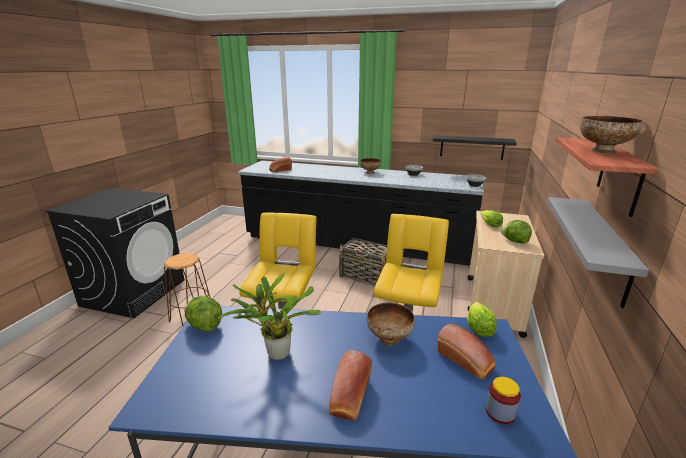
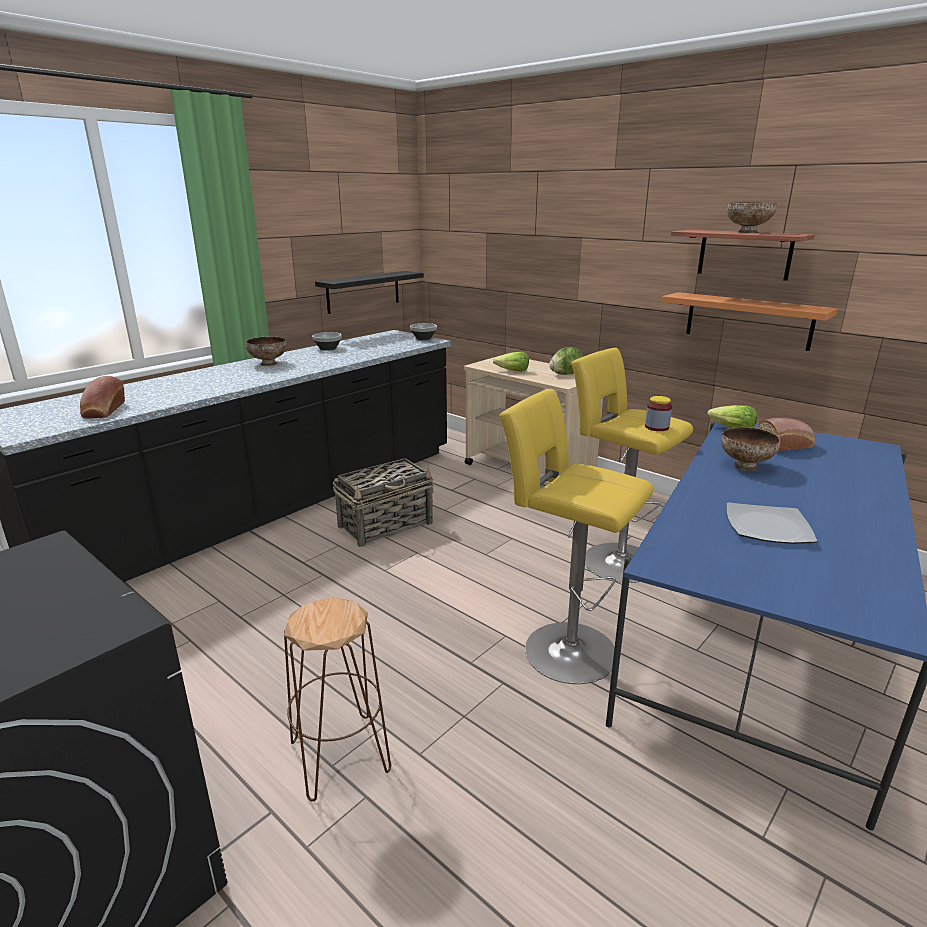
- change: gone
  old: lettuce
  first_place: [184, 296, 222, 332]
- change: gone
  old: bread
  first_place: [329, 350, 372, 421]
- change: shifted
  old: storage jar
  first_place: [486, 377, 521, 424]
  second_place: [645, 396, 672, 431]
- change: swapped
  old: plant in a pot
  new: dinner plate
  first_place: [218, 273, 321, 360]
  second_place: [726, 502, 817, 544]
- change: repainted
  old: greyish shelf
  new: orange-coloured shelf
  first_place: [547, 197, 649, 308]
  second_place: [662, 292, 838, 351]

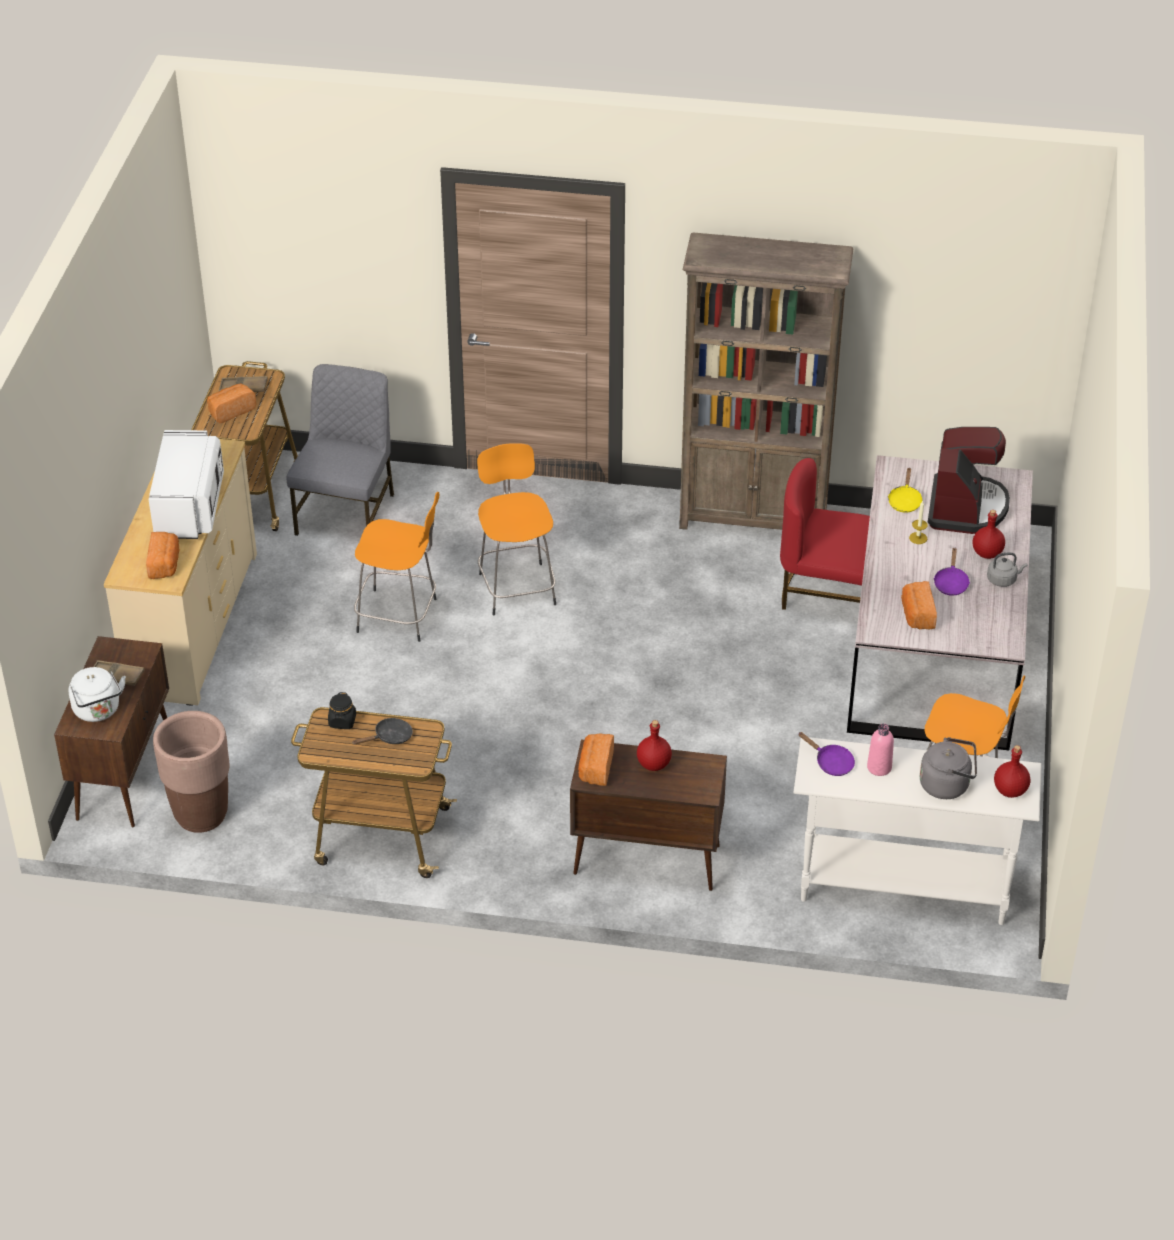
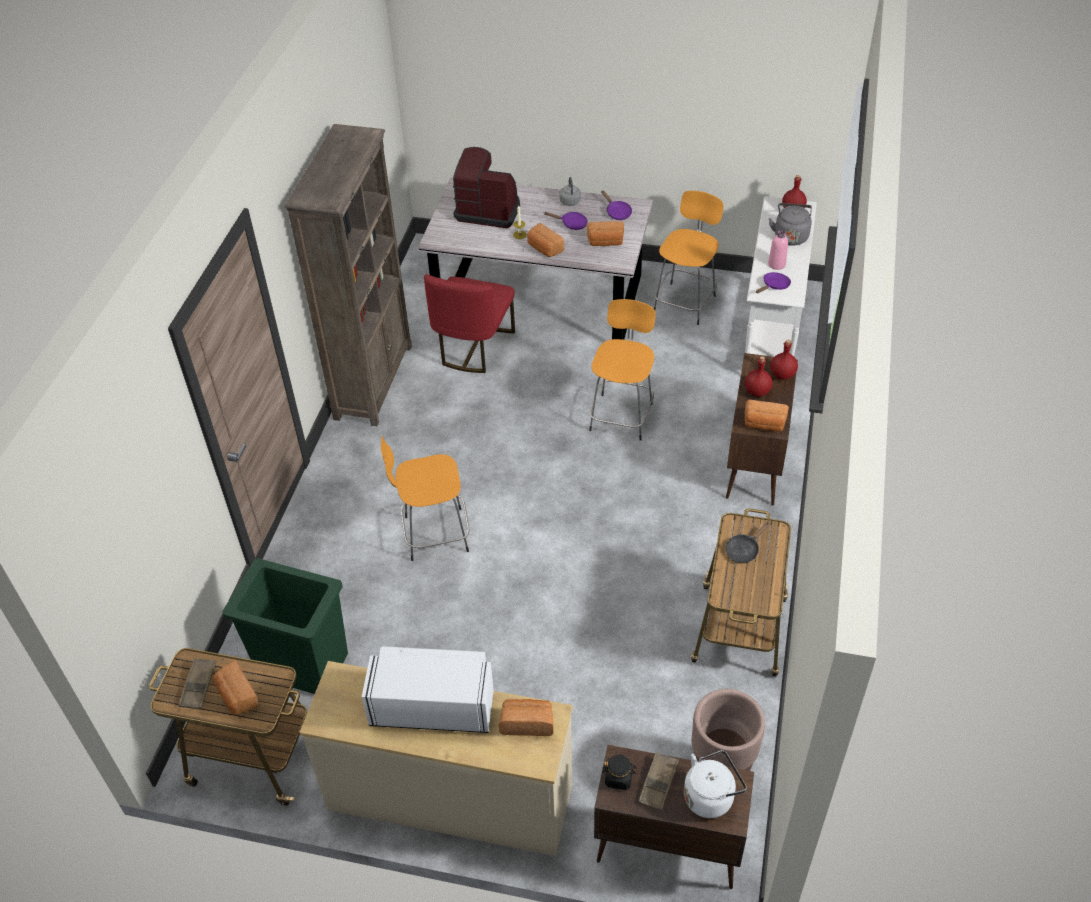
- change: gone
  old: yellowish skillet
  first_place: [888, 467, 923, 513]
- change: new
  new: bread
  second_place: [527, 223, 564, 257]
- change: new
  new: purple-coloured skillet
  second_place: [601, 190, 632, 220]
- change: shifted
  old: black-coloured storage jar
  first_place: [328, 692, 356, 729]
  second_place: [602, 755, 637, 790]
- change: shifted
  old: orange-coloured stool seat
  first_place: [354, 492, 440, 642]
  second_place: [589, 299, 656, 441]
- change: shifted
  old: red beverage bottle
  first_place: [973, 510, 1005, 559]
  second_place: [770, 340, 798, 380]
- change: swapped
  old: greyish plain chair
  new: green-coloured rubbish bin
  first_place: [287, 364, 394, 536]
  second_place: [222, 559, 348, 694]
- change: rotated
  old: black-coloured skillet
  first_place: [353, 718, 413, 745]
  second_place: [725, 522, 770, 563]
  degrees: -105

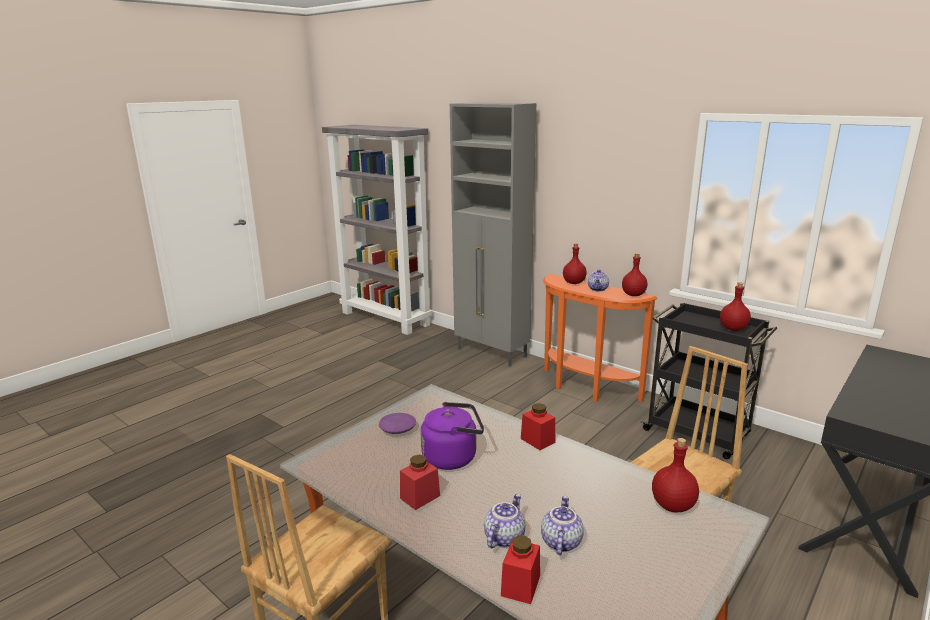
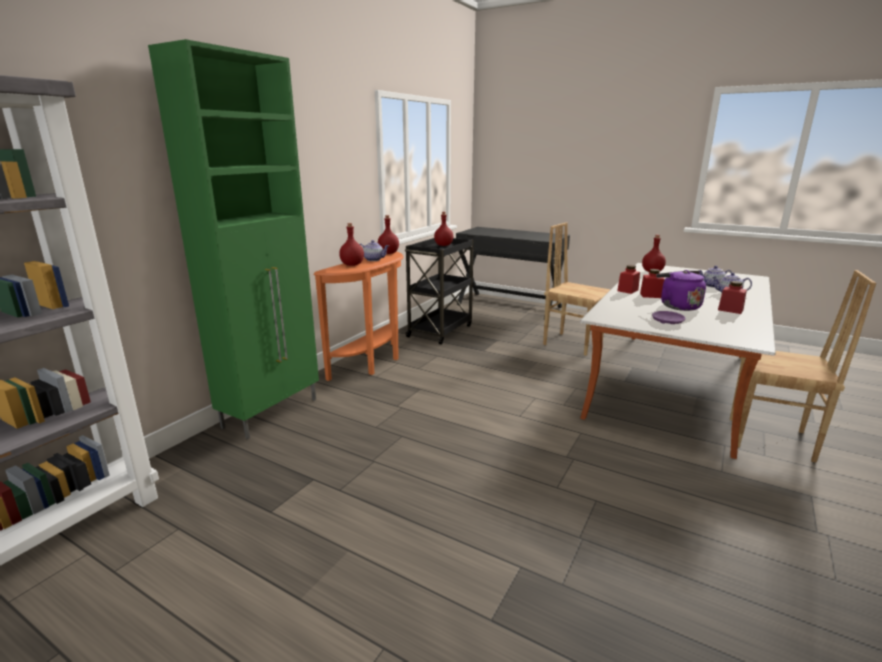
- change: shifted
  old: red storage jar
  first_place: [501, 536, 540, 604]
  second_place: [640, 269, 665, 298]
- change: repainted
  old: greyish storage cabinet
  new: green-coloured storage cabinet
  first_place: [450, 103, 536, 366]
  second_place: [148, 39, 319, 439]

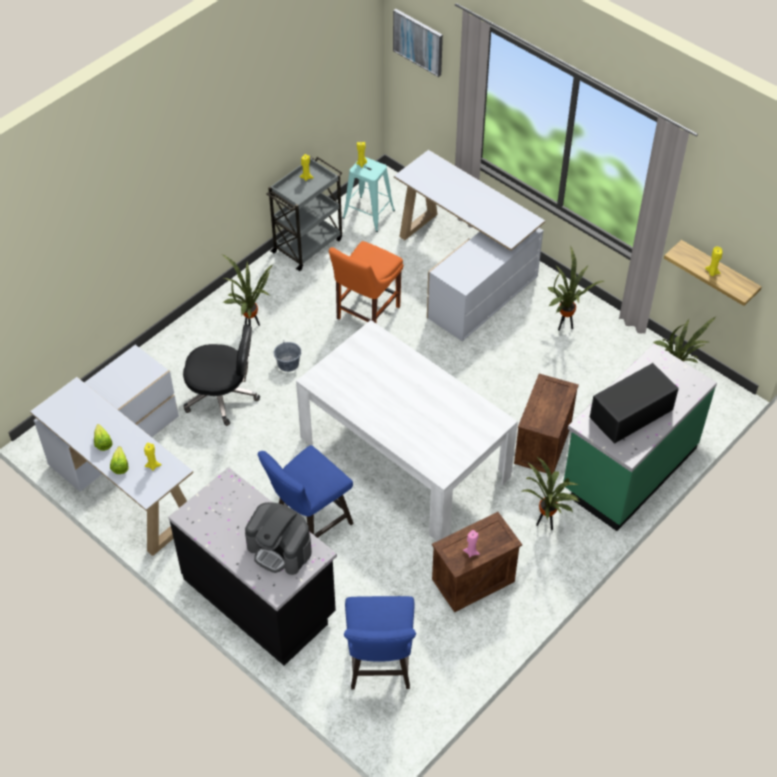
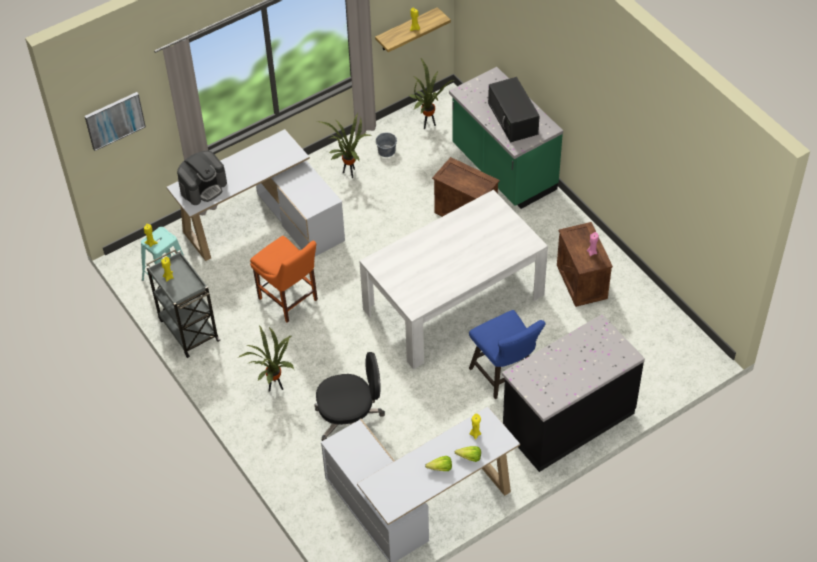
- change: gone
  old: bluish stool seat
  first_place: [344, 596, 416, 690]
- change: gone
  old: plant in a pot
  first_place: [521, 457, 580, 530]
- change: shifted
  old: coffee brewer
  first_place: [245, 502, 312, 575]
  second_place: [177, 151, 227, 205]
- change: shifted
  old: greyish bucket
  first_place: [274, 339, 301, 372]
  second_place: [376, 132, 397, 157]
- change: rotated
  old: black-coloured office chair
  first_place: [183, 324, 260, 426]
  second_place: [315, 352, 385, 441]
  degrees: 60

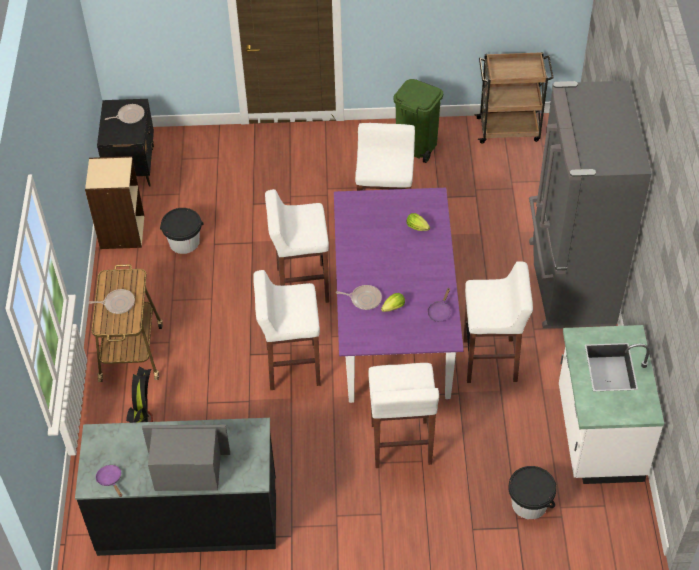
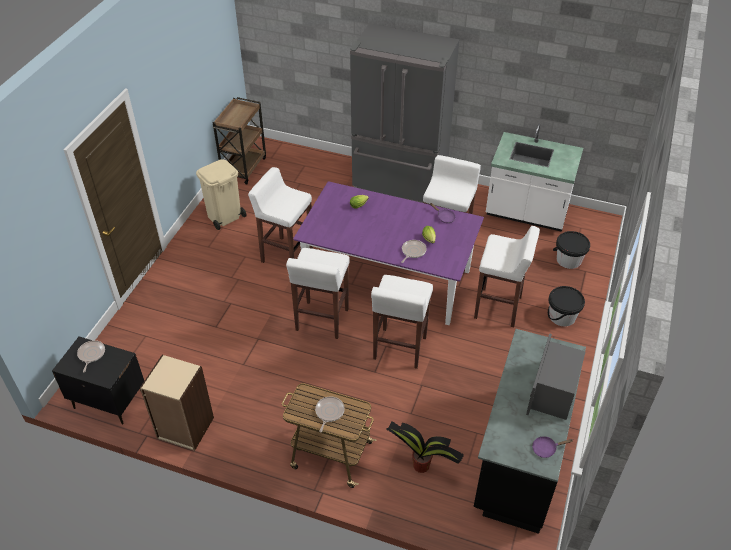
- change: shifted
  old: black-coloured bucket
  first_place: [160, 208, 204, 254]
  second_place: [548, 286, 585, 326]
- change: repainted
  old: green-coloured rubbish bin
  new: beige-coloured rubbish bin
  first_place: [393, 79, 443, 163]
  second_place: [196, 159, 247, 230]

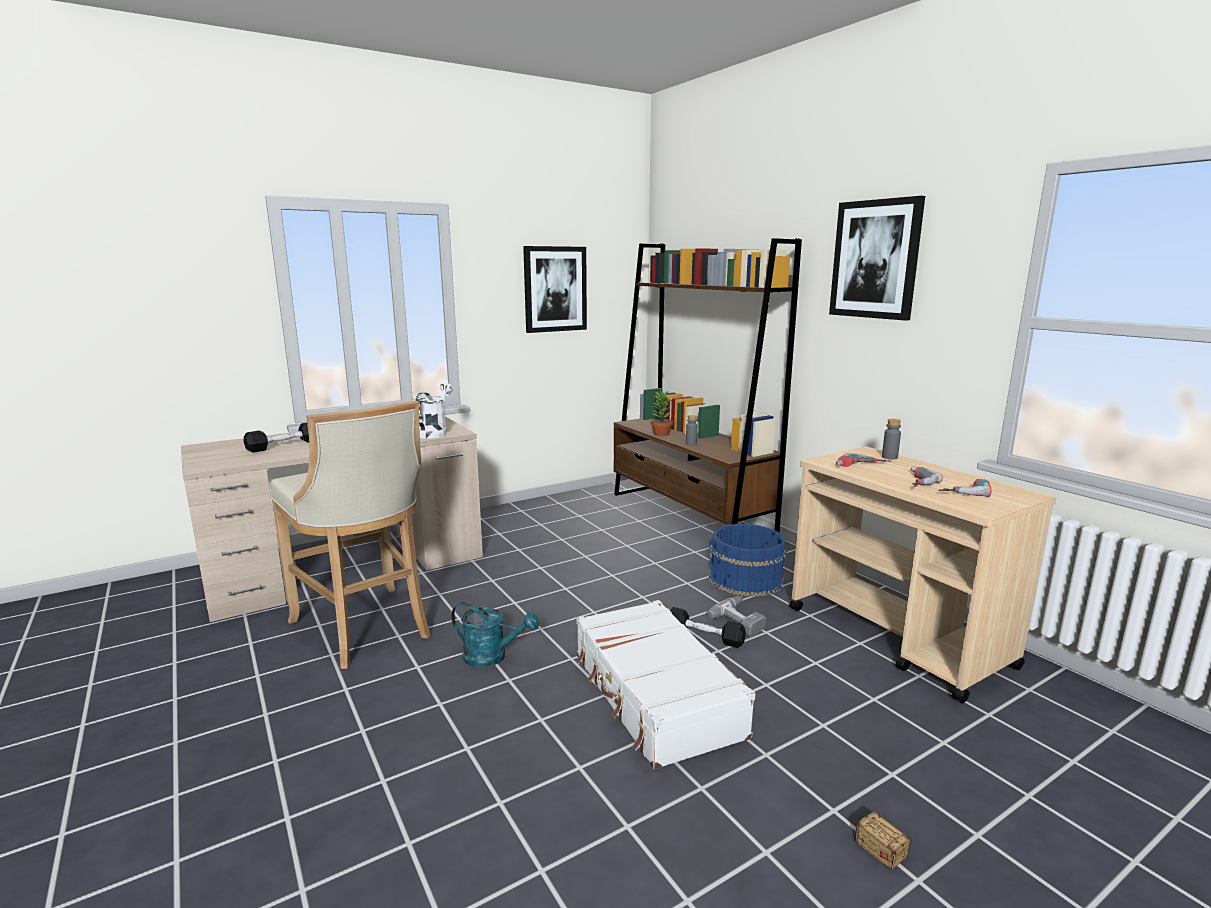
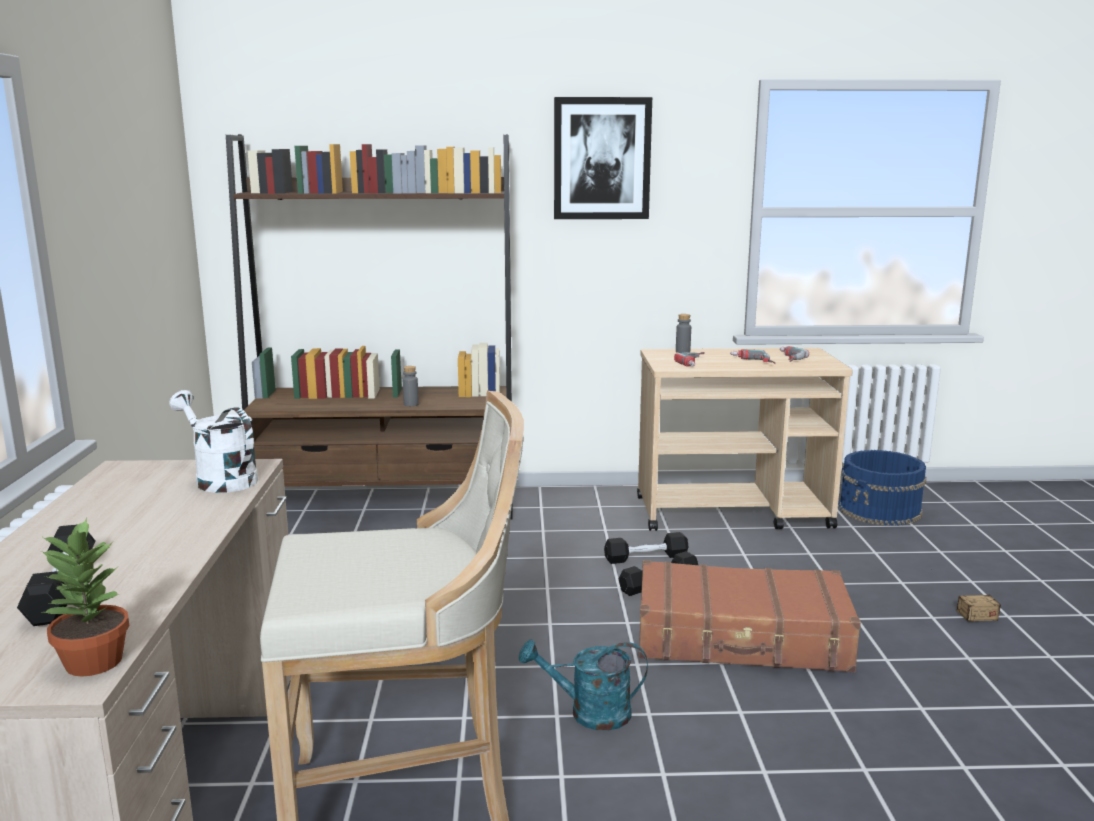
- change: gone
  old: picture
  first_place: [523, 246, 587, 333]
- change: shifted
  old: plant in a pot
  first_place: [651, 391, 673, 436]
  second_place: [41, 517, 130, 677]
- change: shifted
  old: bluish bucket
  first_place: [709, 524, 786, 597]
  second_place: [838, 450, 927, 526]
- change: swapped
  old: drill
  new: black-coloured hand weight
  first_place: [707, 596, 766, 637]
  second_place: [604, 532, 689, 564]
- change: repainted
  old: whitish travel case
  new: brown travel case
  first_place: [576, 600, 755, 770]
  second_place: [639, 560, 861, 672]
- change: rotated
  old: turquoise-coloured watering can
  first_place: [451, 602, 539, 668]
  second_place: [519, 639, 648, 731]
  degrees: -135

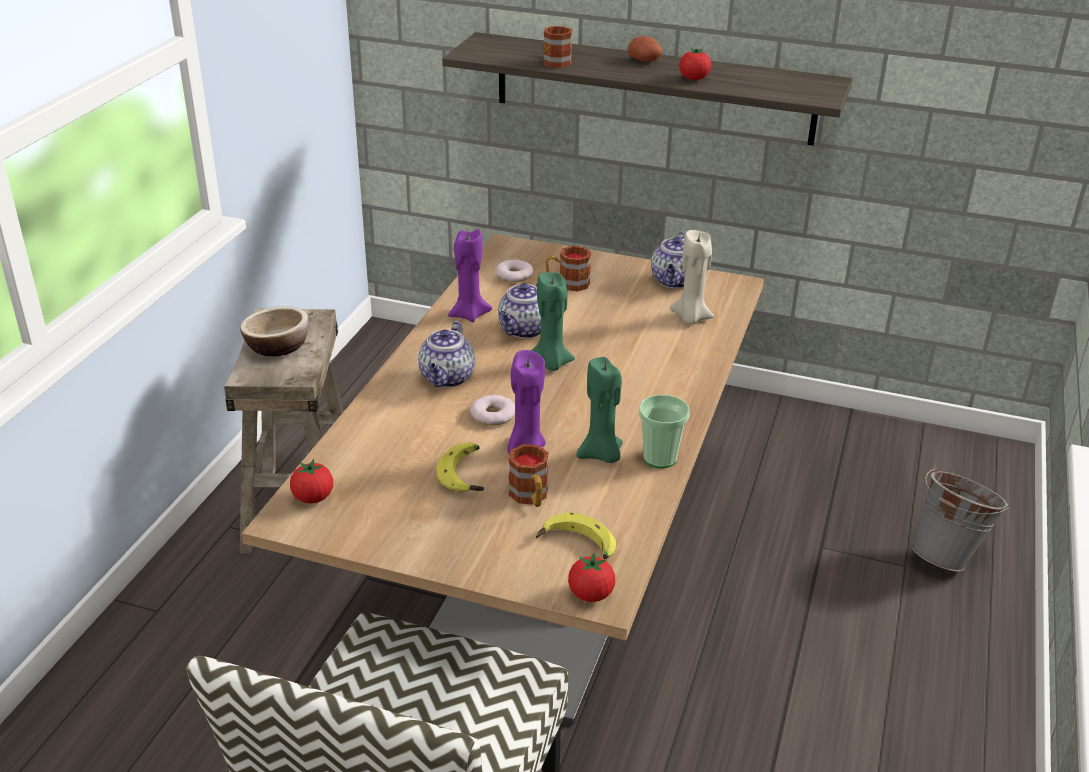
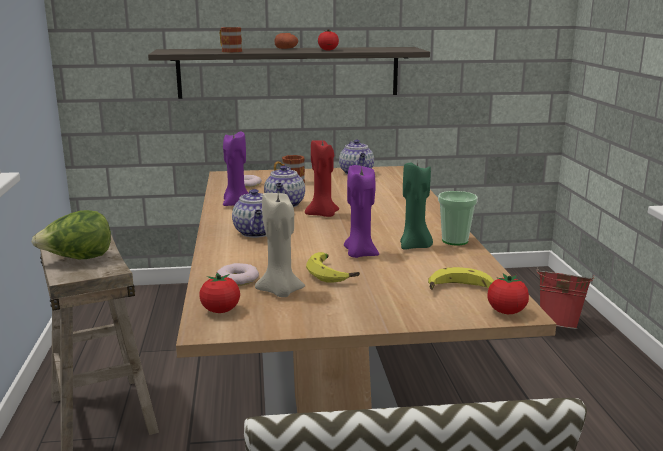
- change: gone
  old: tea mug
  first_place: [509, 444, 549, 507]
- change: shifted
  old: doughnut
  first_place: [470, 395, 515, 425]
  second_place: [216, 263, 259, 286]
- change: shifted
  old: beige-coloured wax candle
  first_place: [670, 230, 714, 324]
  second_place: [255, 193, 305, 297]
- change: swapped
  old: deep dish
  new: lettuce
  first_place: [240, 306, 309, 356]
  second_place: [32, 210, 111, 259]
- change: repainted
  old: green-coloured wax candle
  new: red wax candle
  first_place: [531, 272, 575, 371]
  second_place: [305, 140, 339, 217]
- change: repainted
  old: greyish bucket
  new: red bucket
  first_place: [912, 466, 1010, 572]
  second_place: [536, 267, 594, 329]

